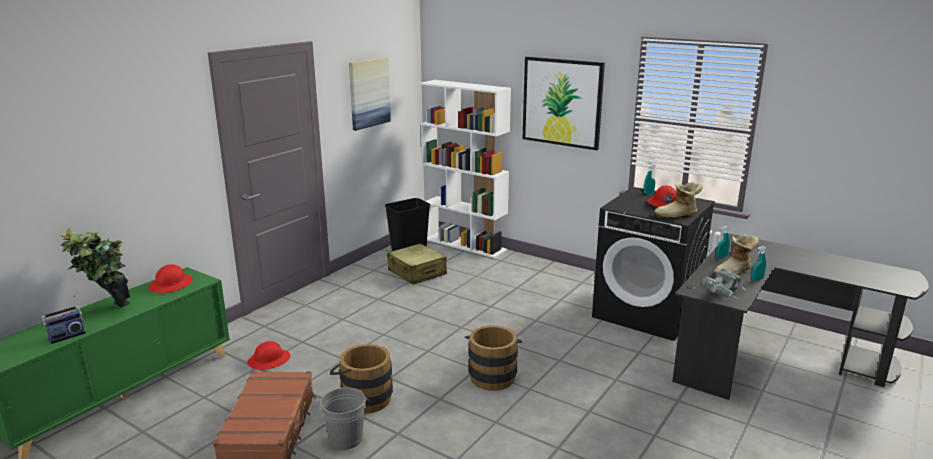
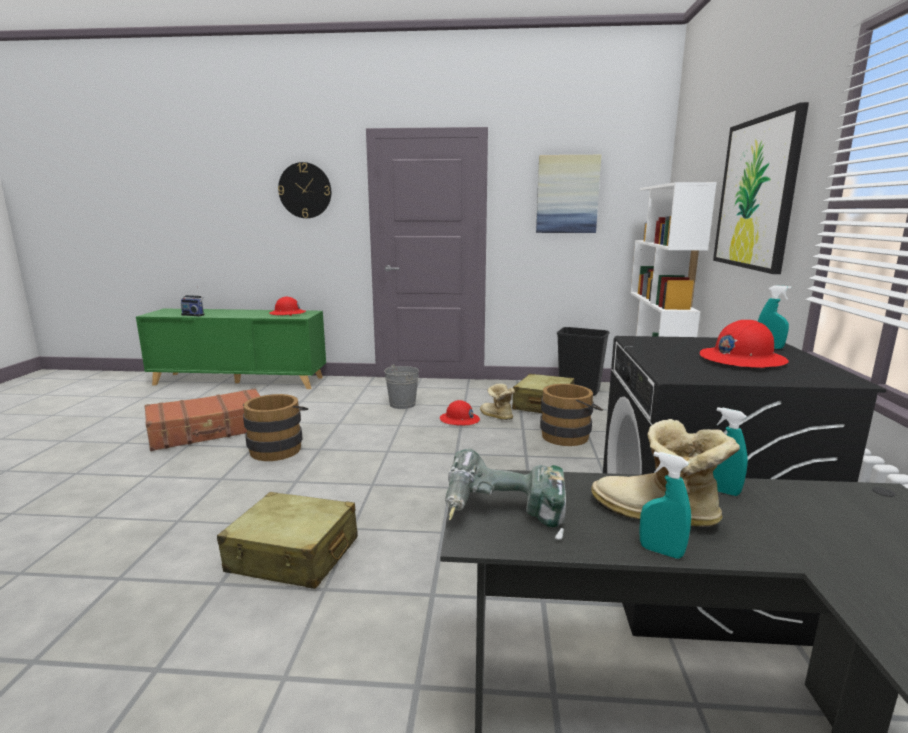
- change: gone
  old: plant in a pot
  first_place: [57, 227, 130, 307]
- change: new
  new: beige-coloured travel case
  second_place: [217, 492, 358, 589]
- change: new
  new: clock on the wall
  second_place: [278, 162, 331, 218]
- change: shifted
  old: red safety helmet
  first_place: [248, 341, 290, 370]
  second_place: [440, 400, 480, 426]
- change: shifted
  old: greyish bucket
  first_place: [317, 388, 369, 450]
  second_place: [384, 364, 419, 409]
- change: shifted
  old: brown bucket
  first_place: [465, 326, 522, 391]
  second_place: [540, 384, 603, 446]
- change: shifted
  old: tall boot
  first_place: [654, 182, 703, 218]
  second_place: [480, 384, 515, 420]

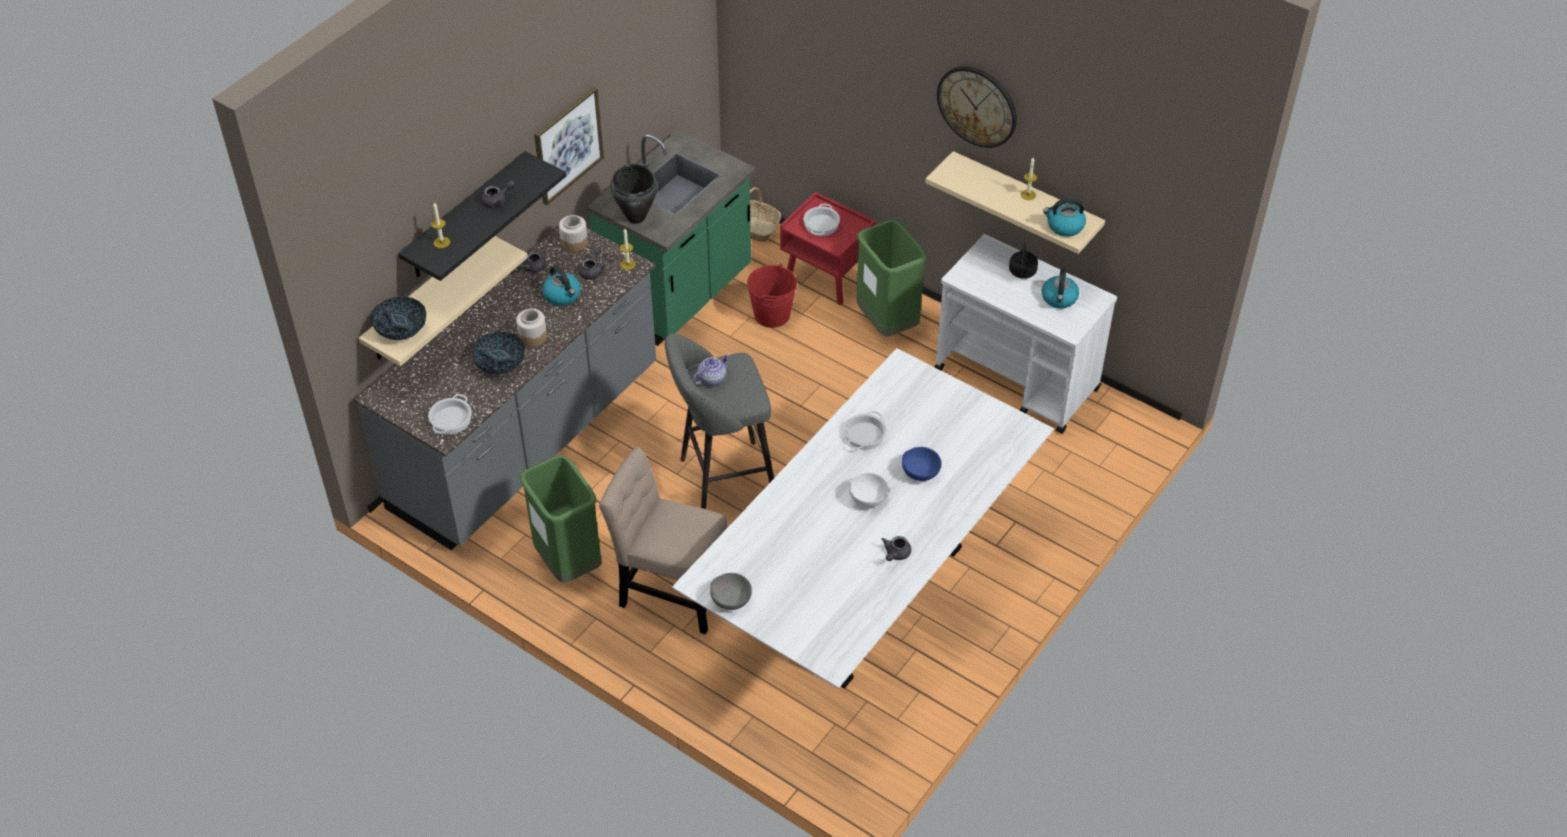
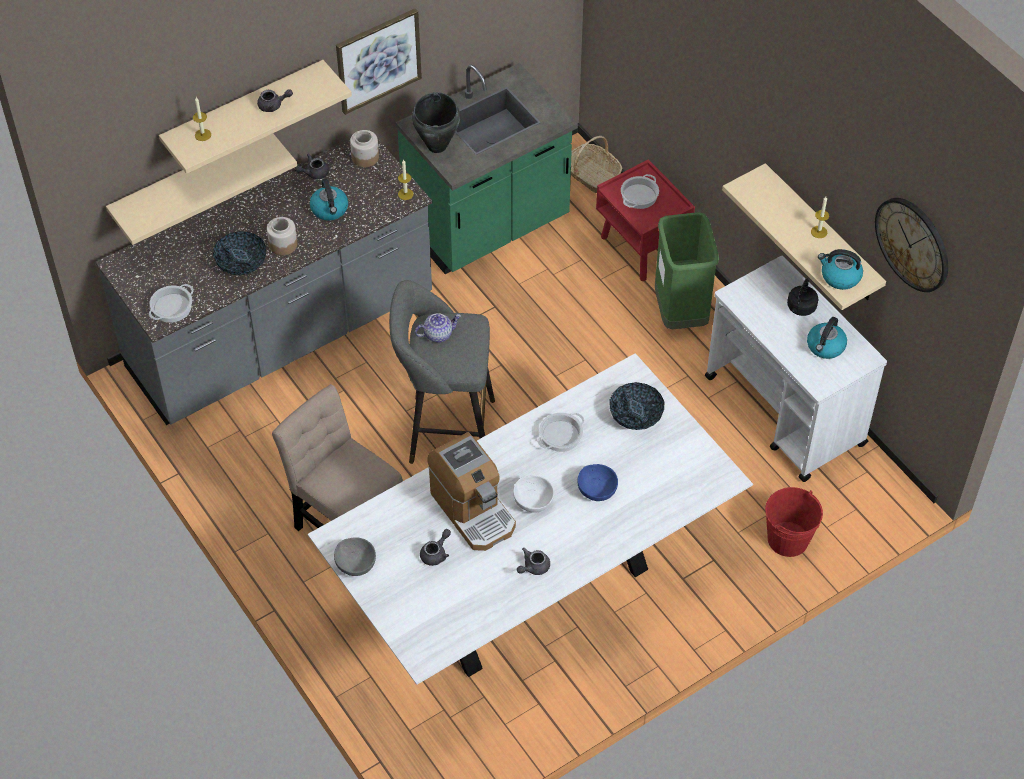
- change: gone
  old: green-coloured rubbish bin
  first_place: [520, 455, 602, 583]
- change: new
  new: coffee brewer
  second_place: [427, 432, 516, 551]
- change: shifted
  old: deep dish
  first_place: [371, 297, 426, 340]
  second_place: [609, 382, 664, 430]
- change: shifted
  old: greyish teapot
  first_place: [579, 247, 606, 279]
  second_place: [420, 529, 451, 566]
- change: shifted
  old: red bucket
  first_place: [747, 264, 797, 328]
  second_place: [765, 487, 823, 557]
- change: shifted
  old: clock on the wall
  first_place: [937, 66, 1017, 148]
  second_place: [875, 198, 948, 292]
- change: repainted
  old: black-coloured shelf
  new: beige-coloured shelf
  first_place: [398, 151, 566, 281]
  second_place: [159, 60, 352, 174]

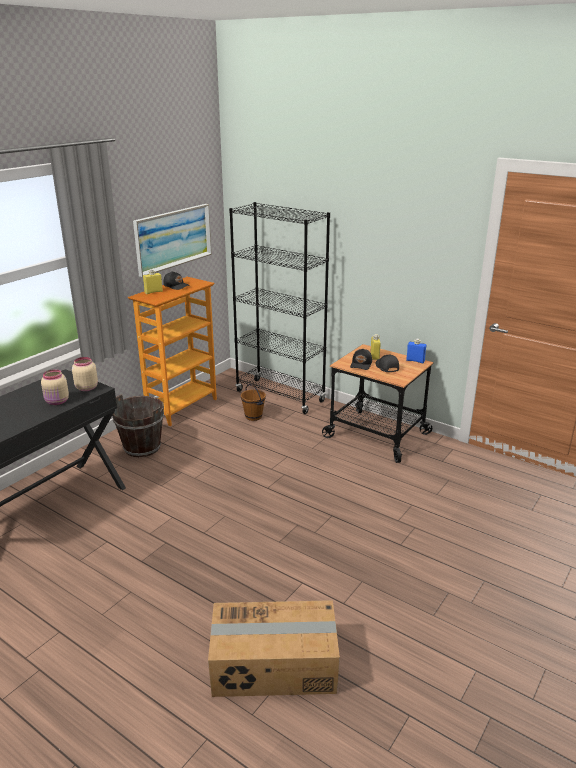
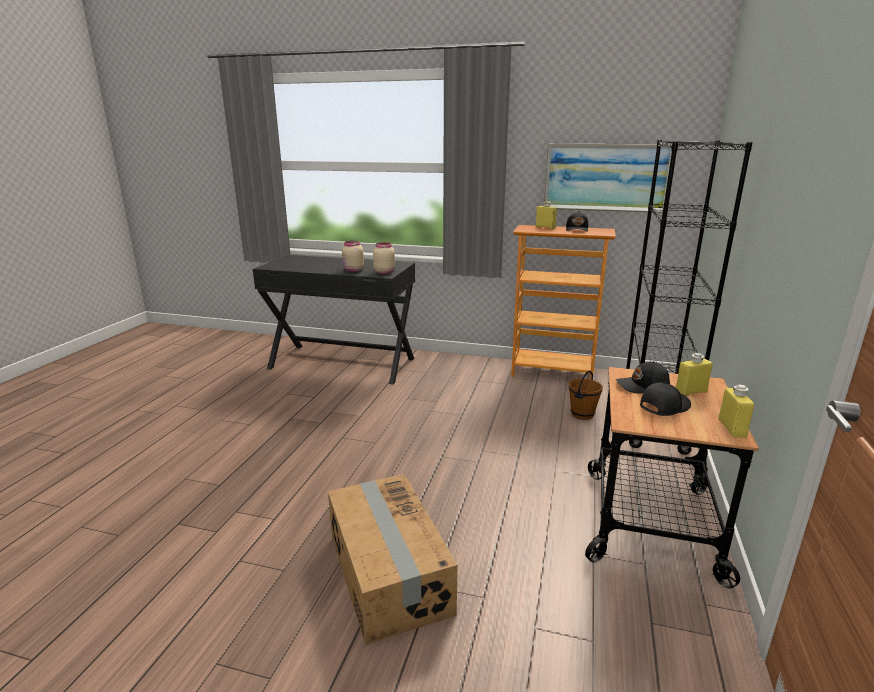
- change: gone
  old: brown bucket
  first_place: [112, 394, 164, 457]
- change: shifted
  old: packing box
  first_place: [208, 600, 340, 697]
  second_place: [328, 474, 458, 645]
- change: repainted
  old: bluish beverage bottle
  new: yellowish beverage bottle
  first_place: [406, 339, 426, 363]
  second_place: [718, 385, 755, 438]

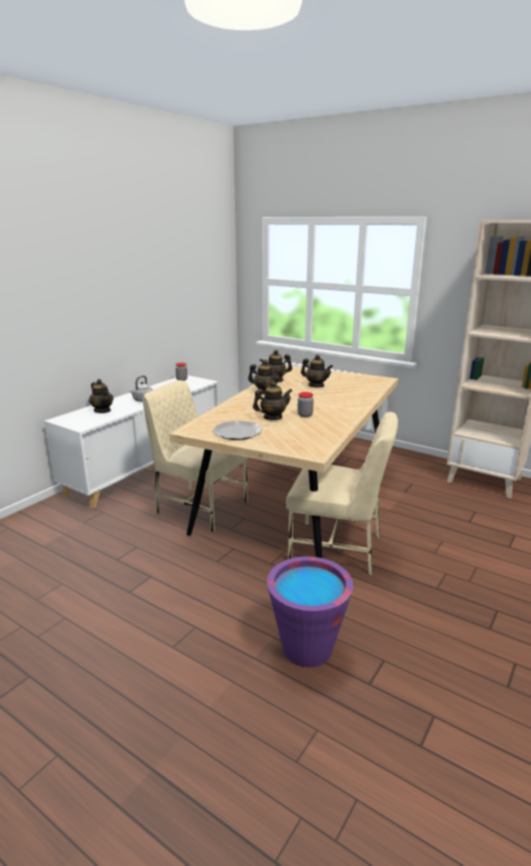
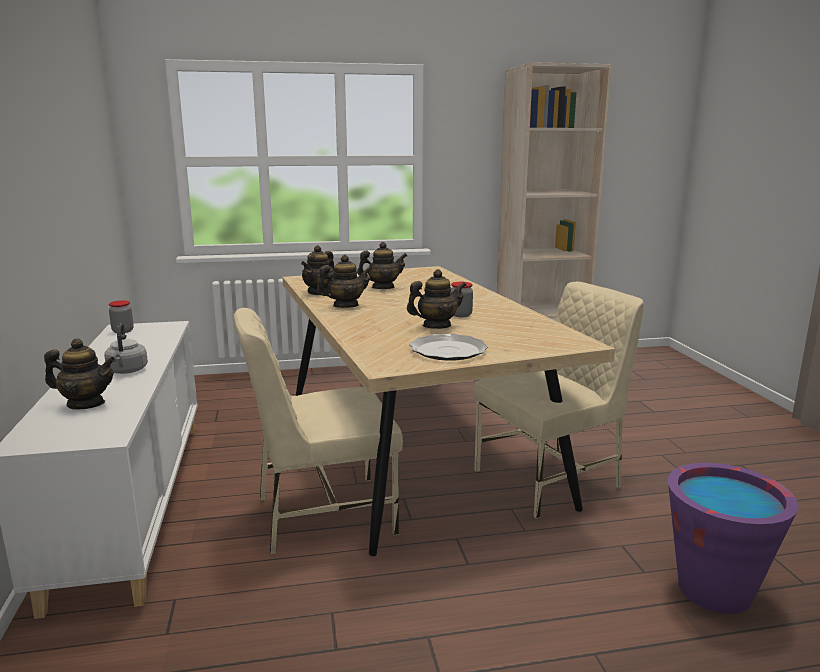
- change: rotated
  old: teapot
  first_place: [253, 381, 292, 420]
  second_place: [407, 269, 466, 329]
  degrees: 45

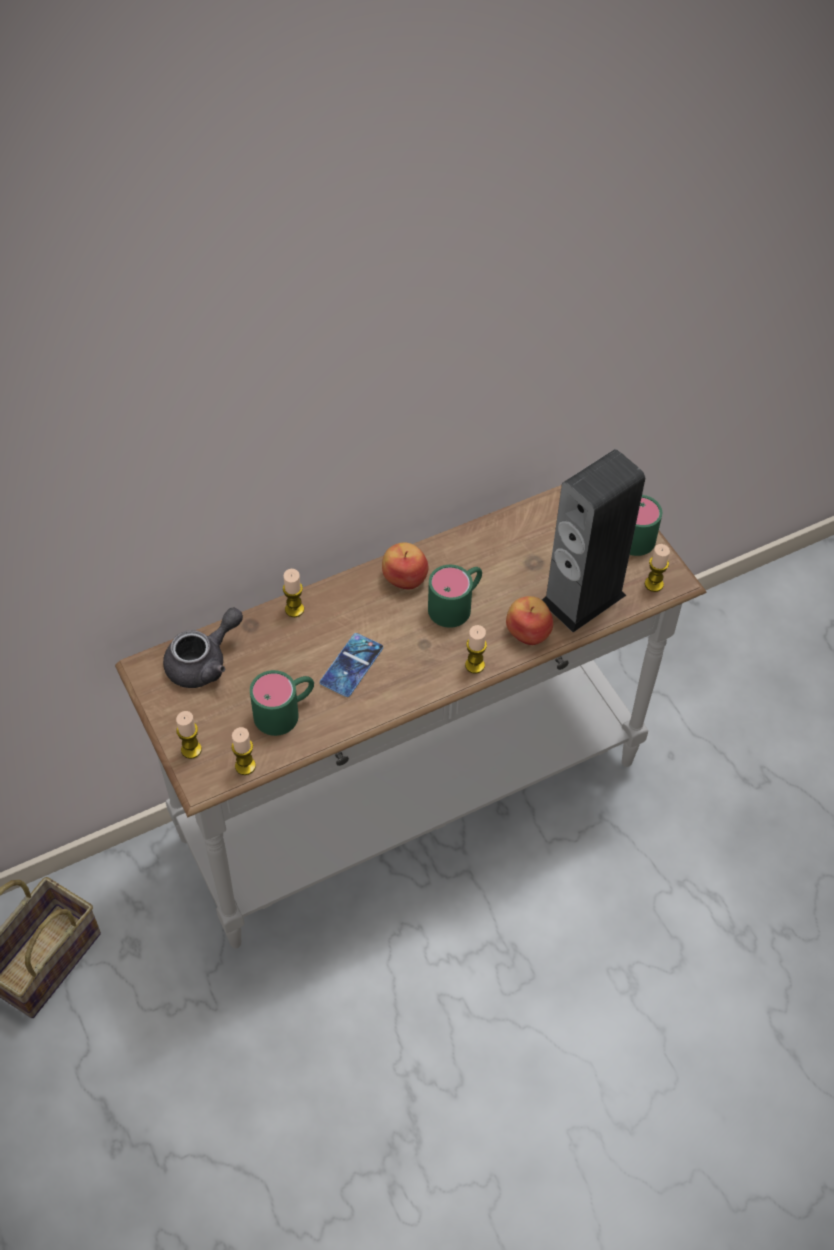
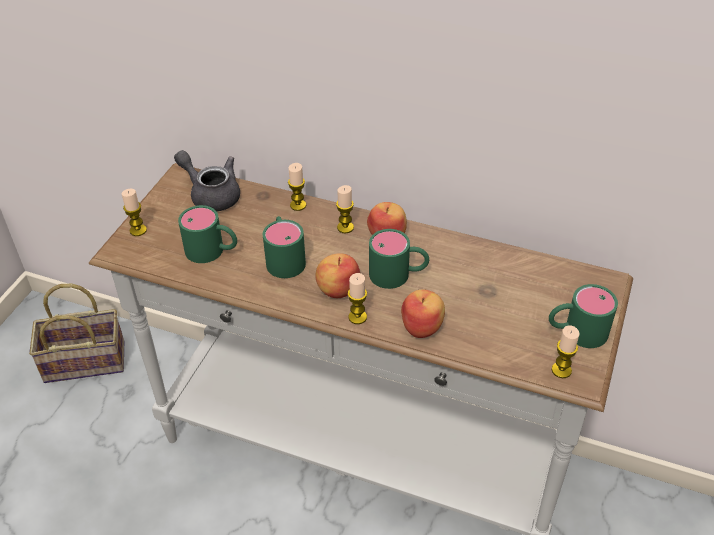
- change: gone
  old: speaker
  first_place: [542, 449, 645, 632]
- change: new
  new: whole apple
  second_place: [315, 253, 360, 298]
- change: shifted
  old: wax candle
  first_place: [231, 727, 256, 775]
  second_place: [336, 185, 354, 233]
- change: swapped
  old: handset
  new: green-coloured tea mug
  first_place: [320, 633, 383, 697]
  second_place: [263, 216, 306, 278]
- change: rotated
  old: greyish teapot
  first_place: [163, 608, 243, 688]
  second_place: [174, 150, 240, 212]
  degrees: -150

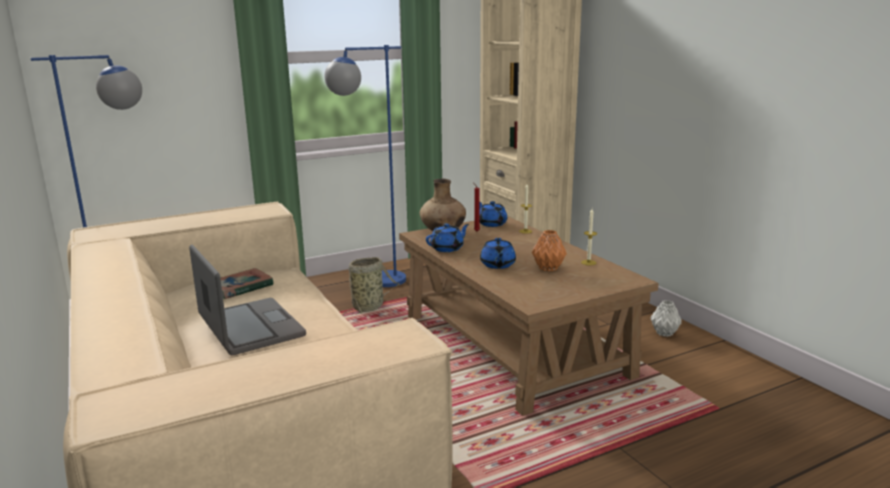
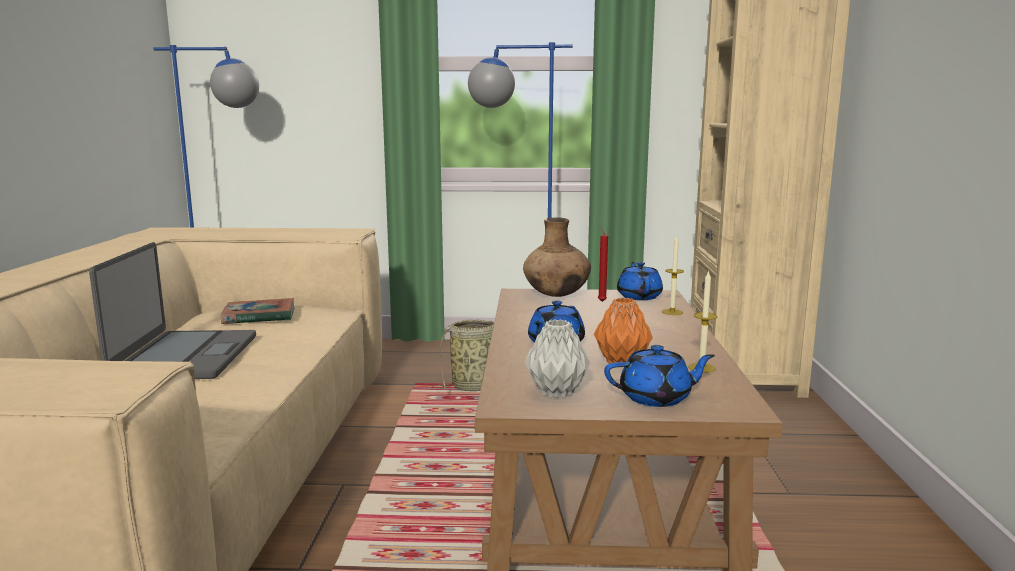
- change: shifted
  old: bluish teapot
  first_place: [426, 223, 469, 252]
  second_place: [604, 345, 715, 407]
- change: shifted
  old: greyish flower vase
  first_place: [650, 300, 682, 337]
  second_place: [525, 319, 590, 398]

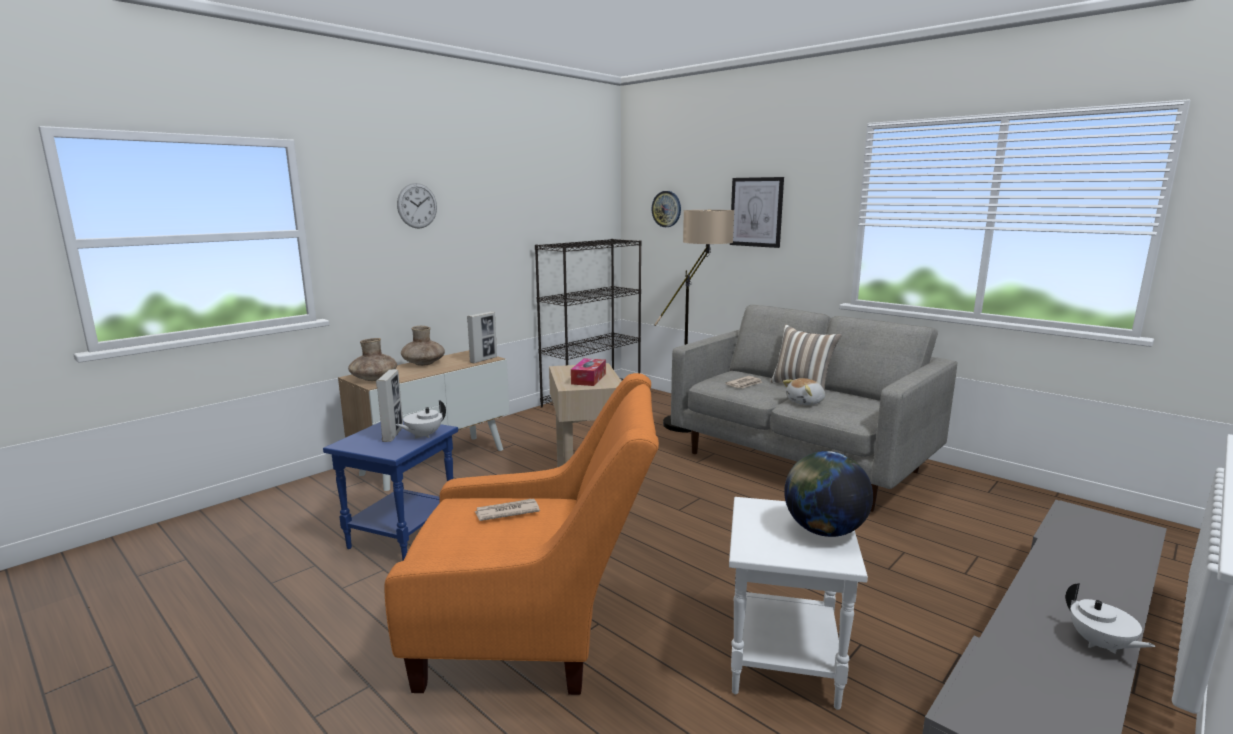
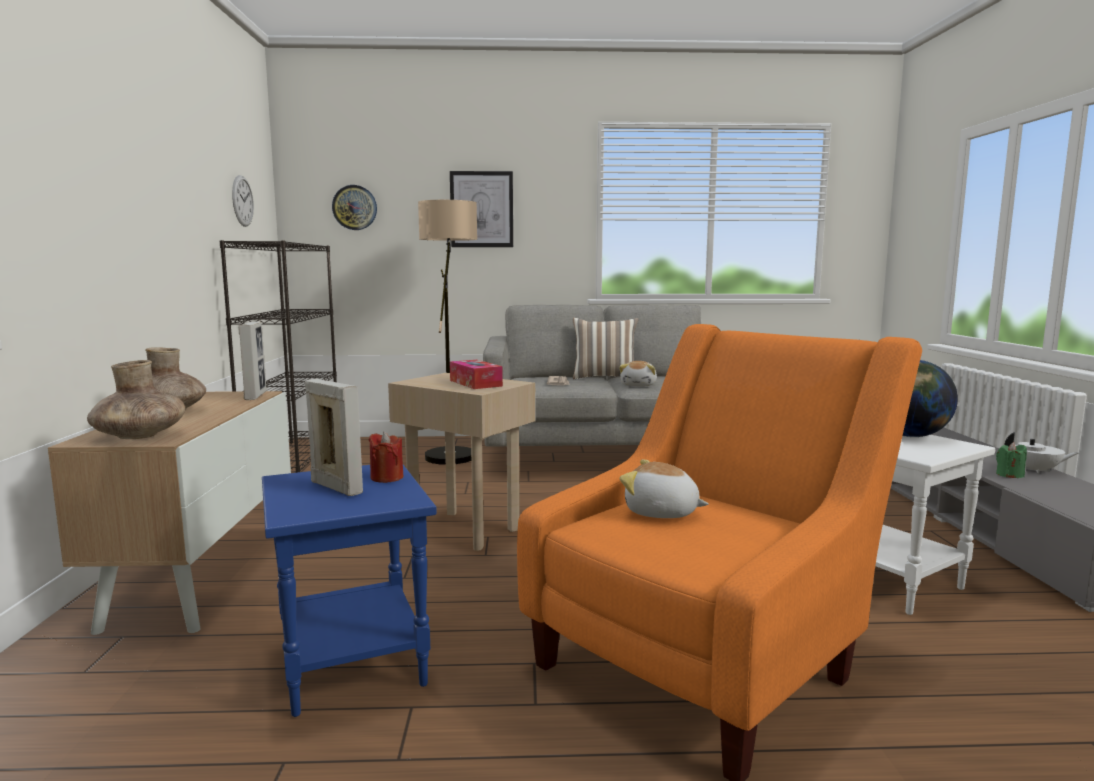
- change: new
  new: green-coloured wax candle
  second_place: [996, 442, 1027, 478]
- change: shifted
  old: clock on the wall
  first_place: [397, 183, 437, 229]
  second_place: [232, 175, 254, 227]
- change: swapped
  old: whitish teapot
  new: red wax candle
  first_place: [395, 400, 446, 439]
  second_place: [369, 432, 403, 483]
- change: swapped
  old: newspaper
  new: plush toy
  first_place: [474, 499, 540, 521]
  second_place: [620, 459, 708, 518]

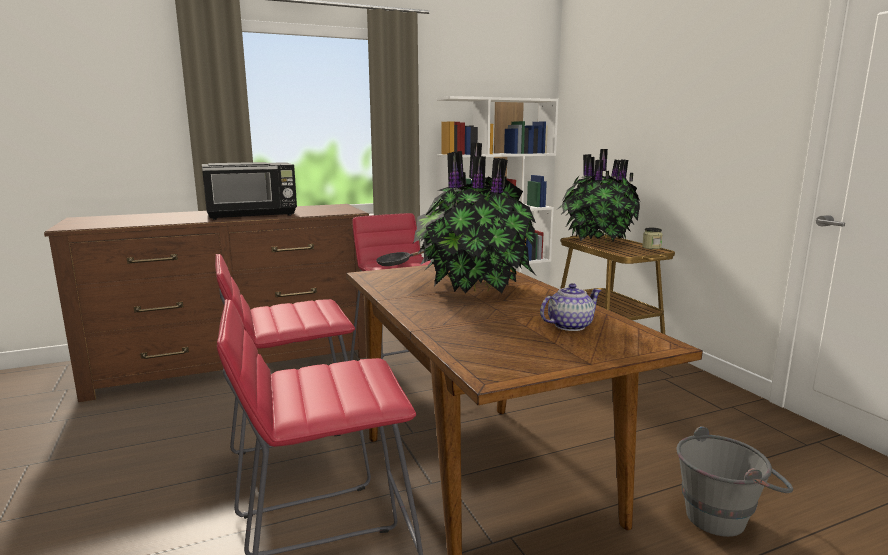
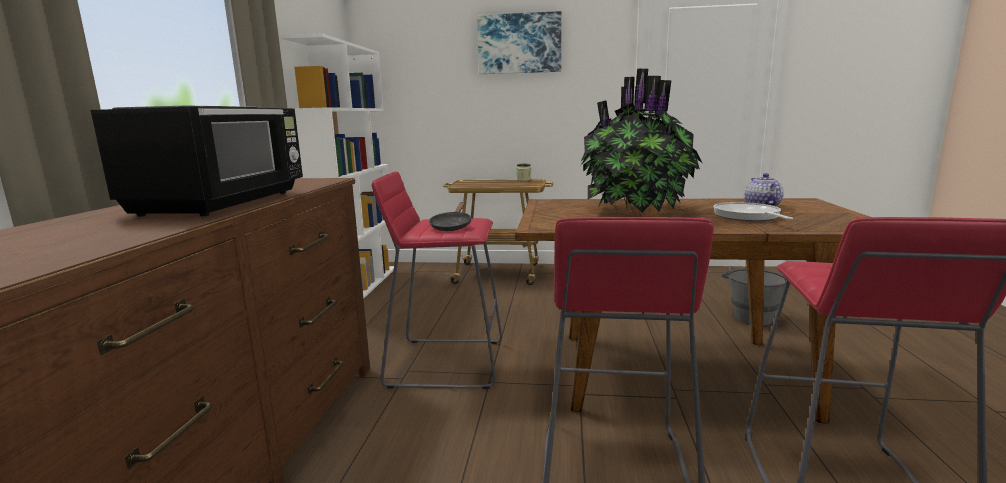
- change: gone
  old: plant in a pot
  first_place: [558, 149, 640, 243]
- change: new
  new: picture
  second_place: [477, 11, 561, 74]
- change: new
  new: skillet
  second_place: [713, 202, 793, 221]

